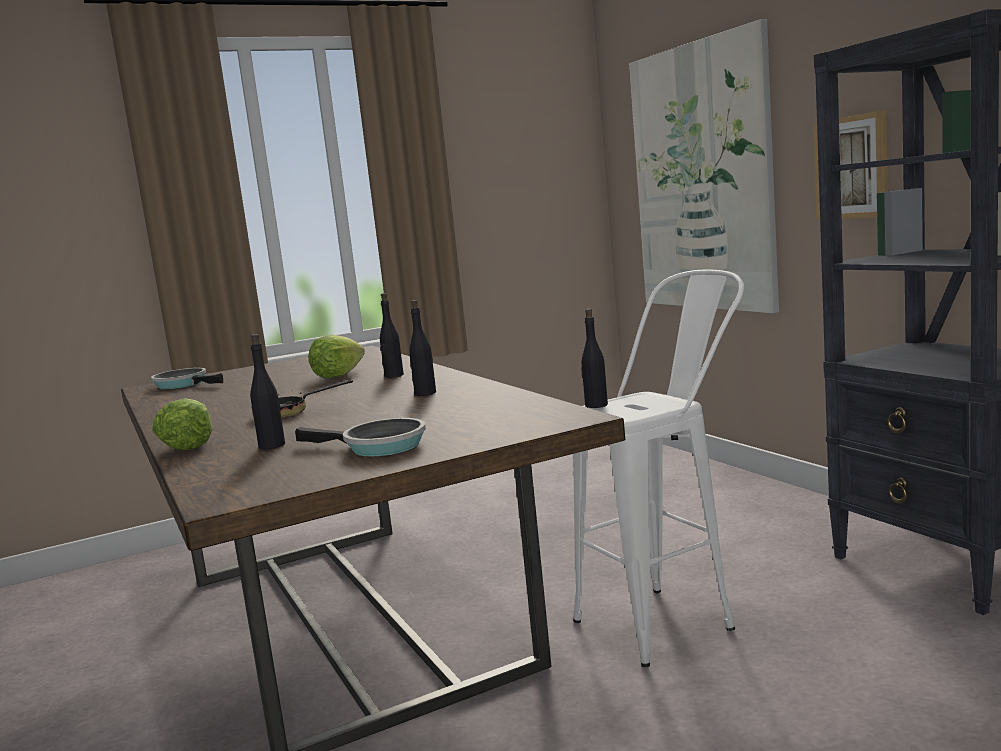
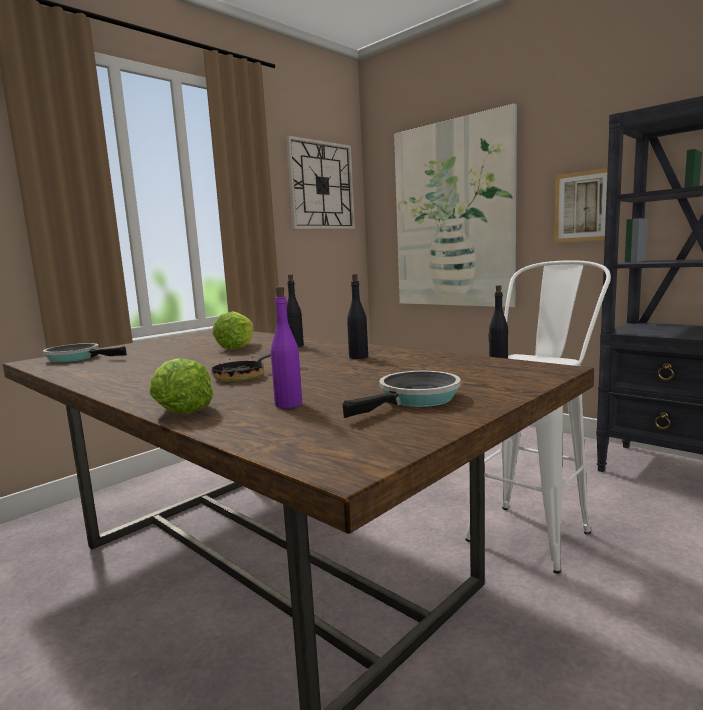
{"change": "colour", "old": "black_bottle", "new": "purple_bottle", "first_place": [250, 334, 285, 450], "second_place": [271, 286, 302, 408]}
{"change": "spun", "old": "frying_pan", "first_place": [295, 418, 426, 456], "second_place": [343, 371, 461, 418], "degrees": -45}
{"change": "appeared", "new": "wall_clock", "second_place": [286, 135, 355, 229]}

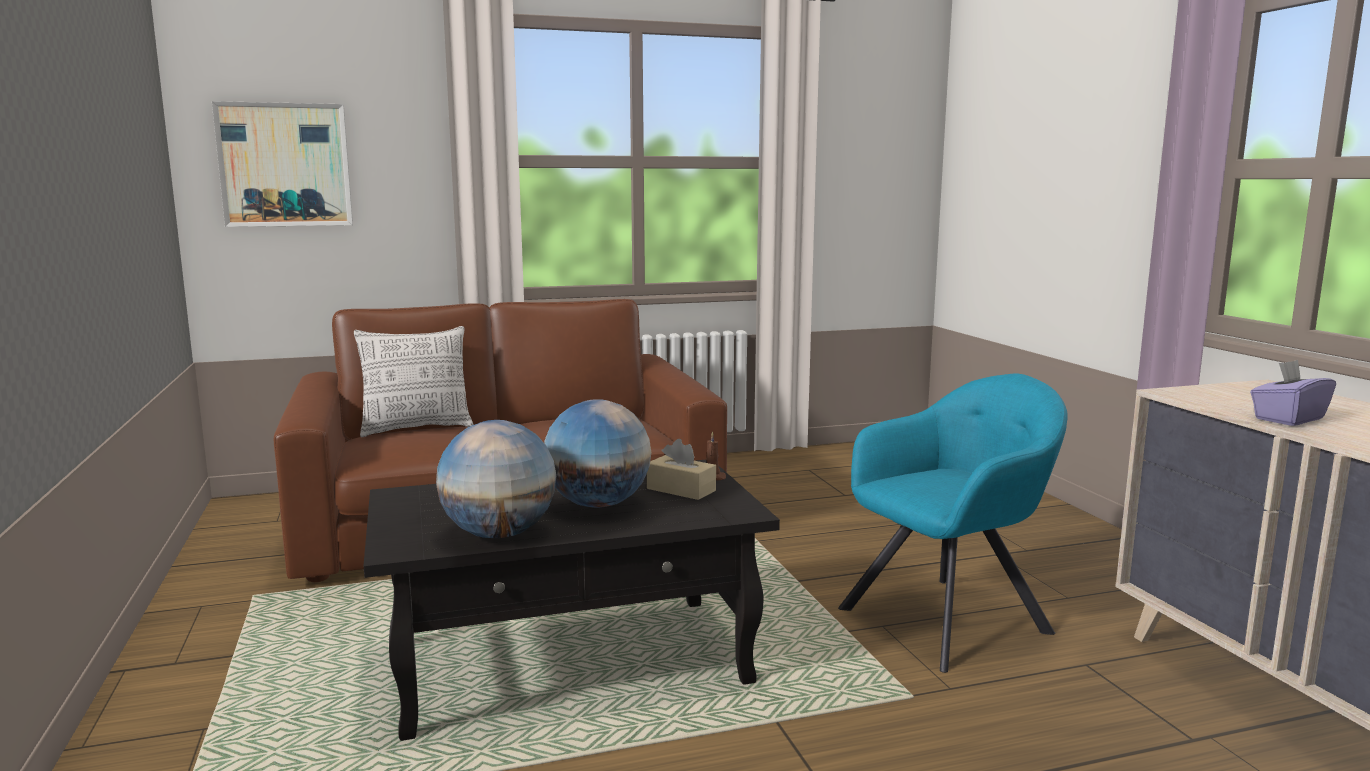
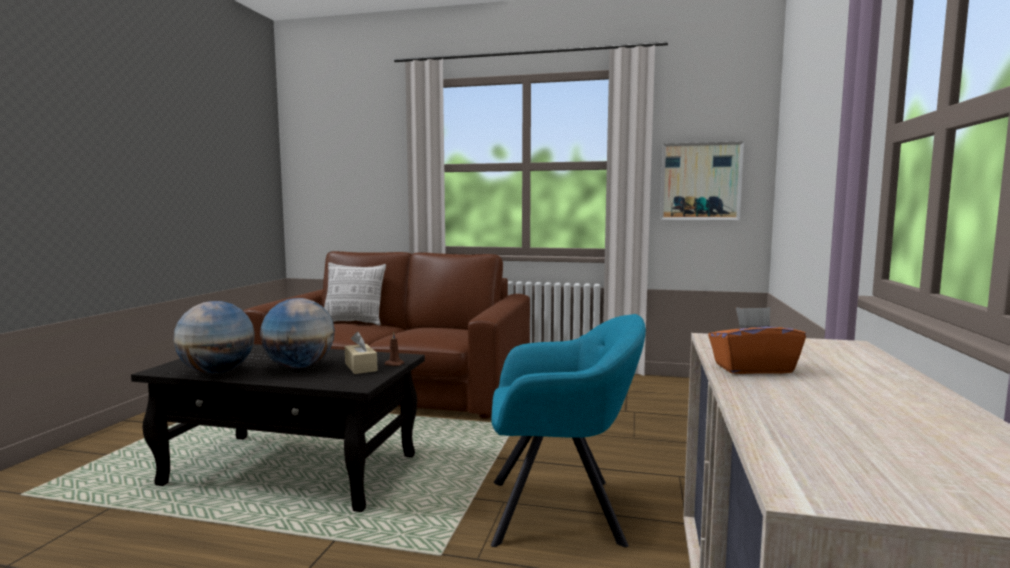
{"change": "relocated", "old": "picture", "first_place": [212, 101, 353, 227], "second_place": [660, 141, 744, 220]}
{"change": "colour", "old": "purple_tissue_box", "new": "orange_tissue_box", "first_place": [1250, 360, 1336, 426], "second_place": [708, 307, 806, 374]}

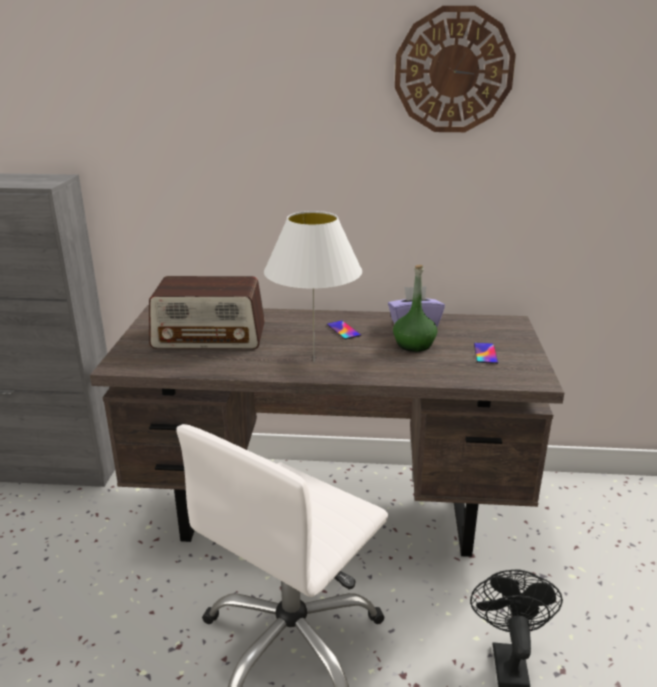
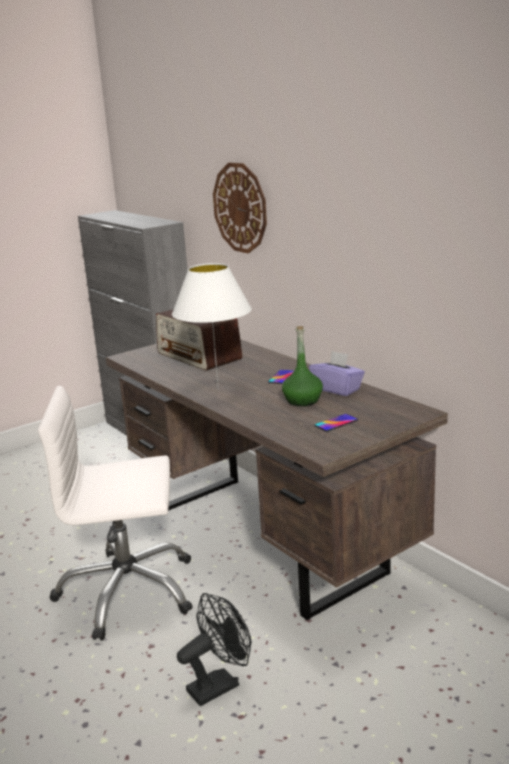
{"change": "relocated", "old": "wall_clock", "first_place": [395, 6, 516, 132], "second_place": [213, 163, 267, 253]}

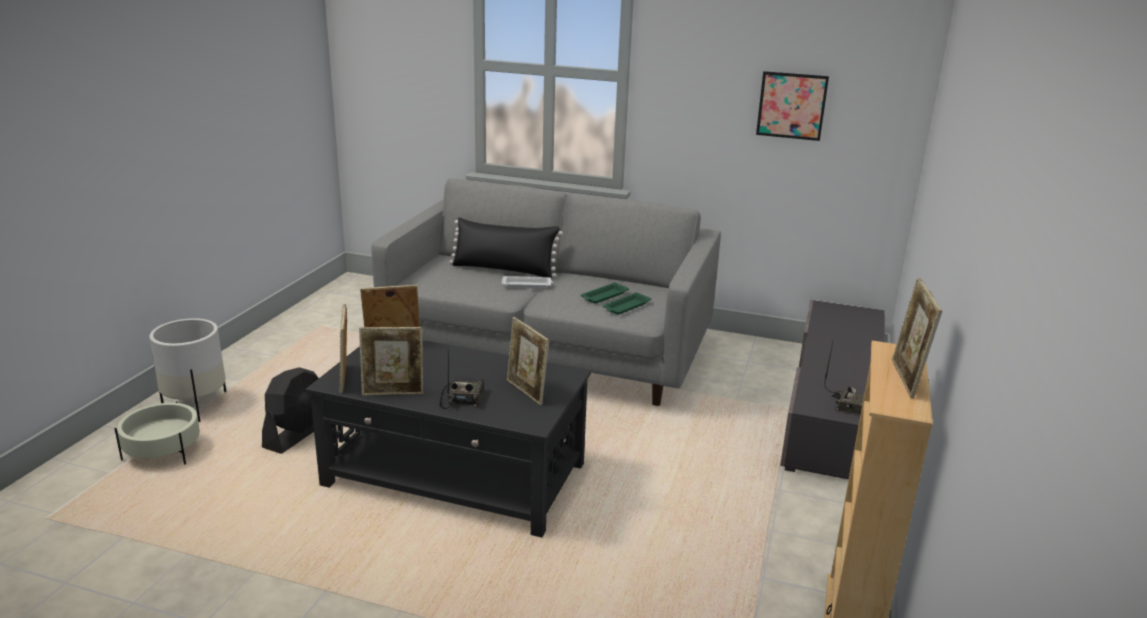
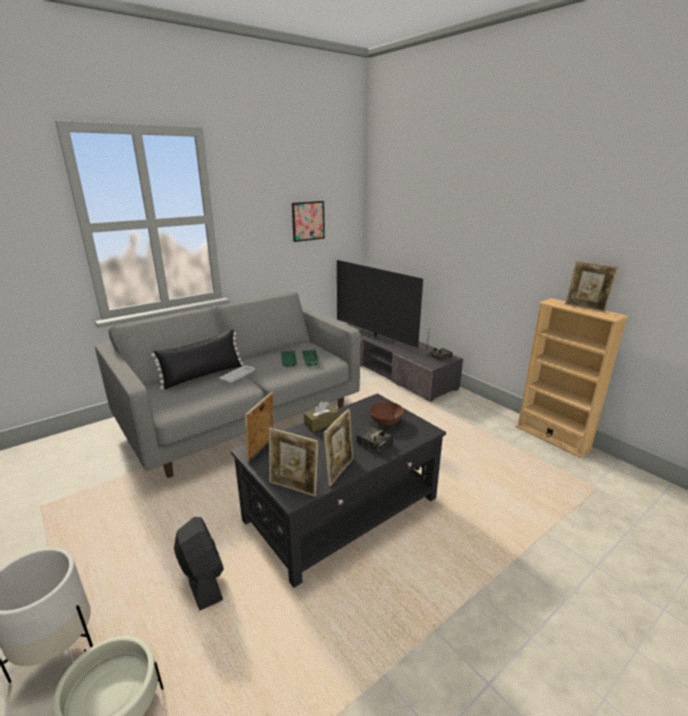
{"change": "exchanged", "old": "picture_frame", "new": "brown_bowl", "first_place": [507, 317, 549, 405], "second_place": [369, 402, 404, 425]}
{"change": "appeared", "new": "television", "second_place": [337, 260, 423, 348]}
{"change": "appeared", "new": "brown_tissue_box", "second_place": [304, 401, 339, 432]}

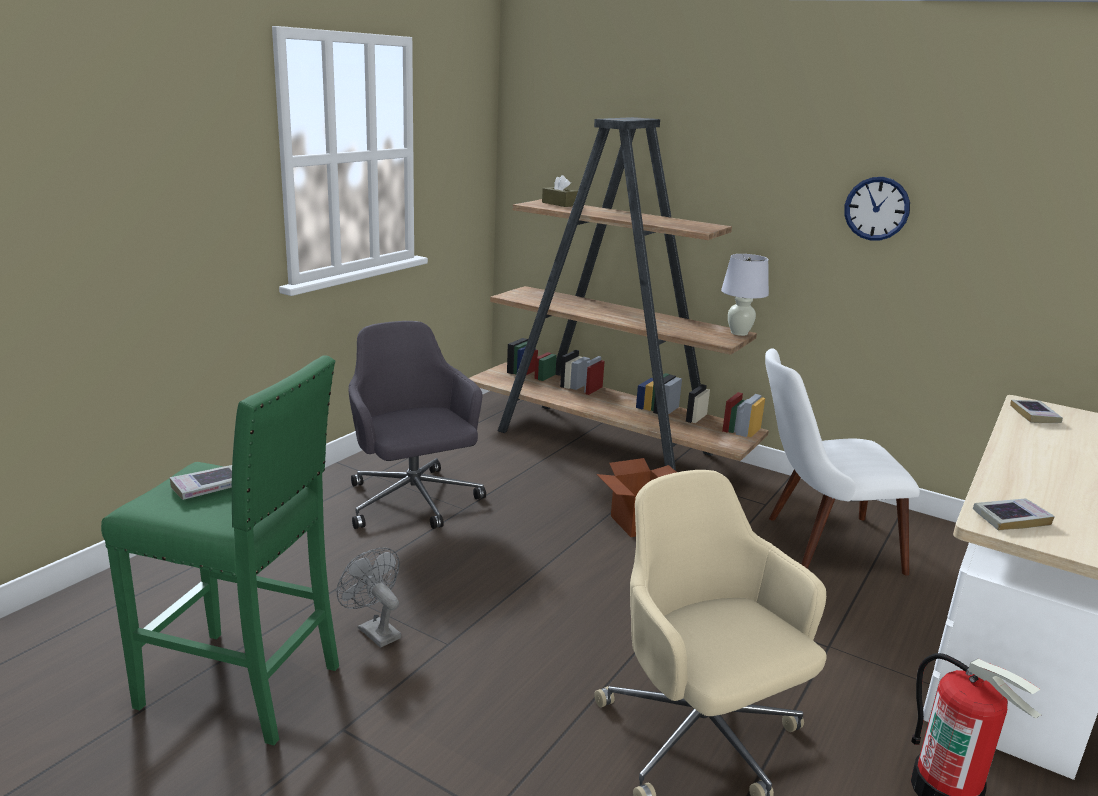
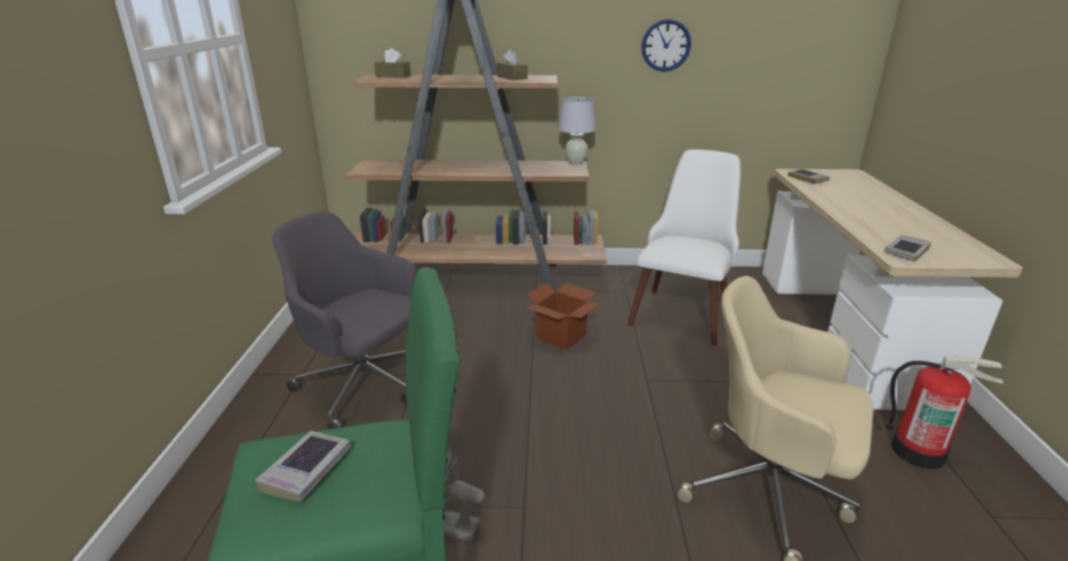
{"change": "spun", "old": "white_chair", "first_place": [765, 348, 920, 576], "second_place": [627, 150, 741, 345], "degrees": 150}
{"change": "appeared", "new": "brown_tissue_box", "second_place": [497, 49, 527, 80]}

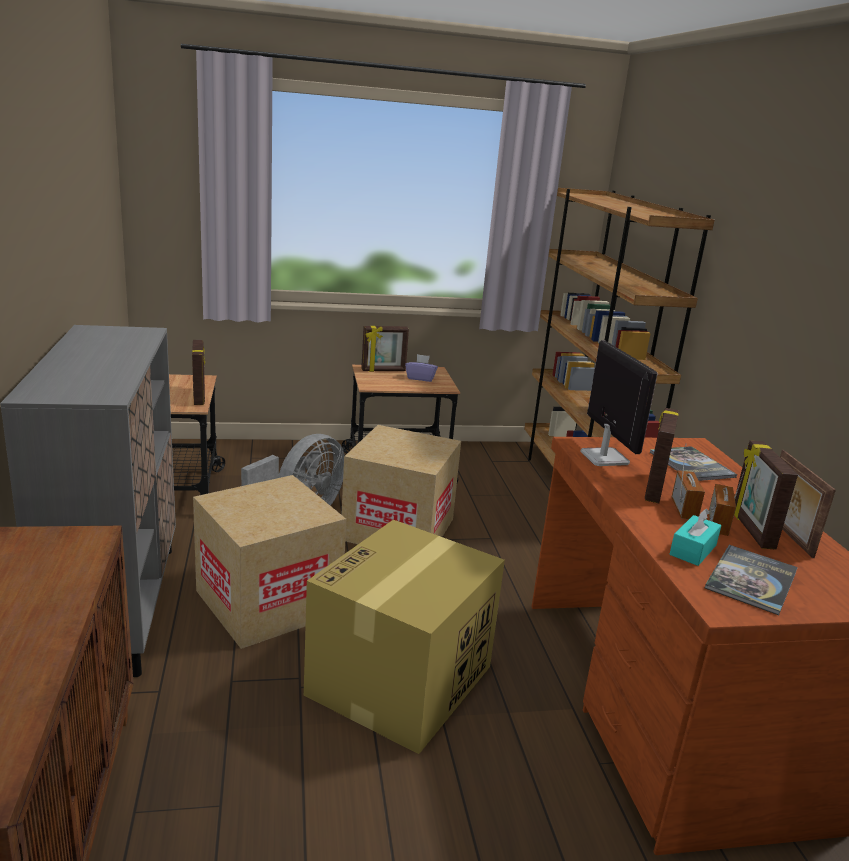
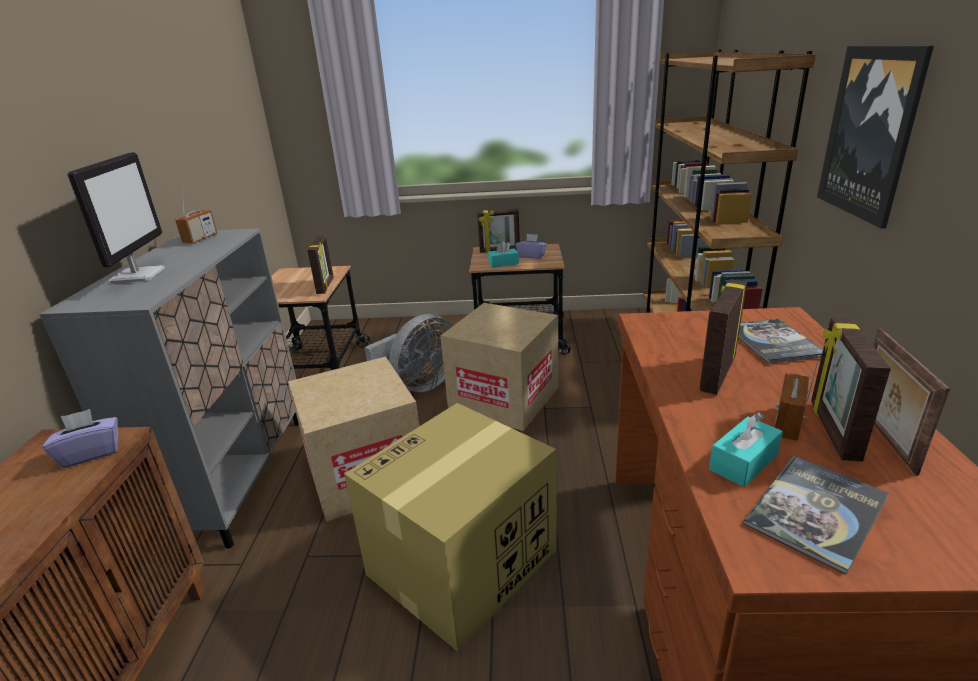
{"change": "relocated", "old": "monitor", "first_place": [580, 340, 658, 466], "second_place": [67, 152, 166, 284]}
{"change": "relocated", "old": "radio", "first_place": [672, 443, 705, 519], "second_place": [175, 185, 217, 244]}
{"change": "appeared", "new": "picture", "second_place": [817, 46, 934, 229]}
{"change": "appeared", "new": "turquoise_tissue_box", "second_place": [488, 241, 519, 268]}
{"change": "appeared", "new": "purple_tissue_box", "second_place": [42, 409, 118, 468]}

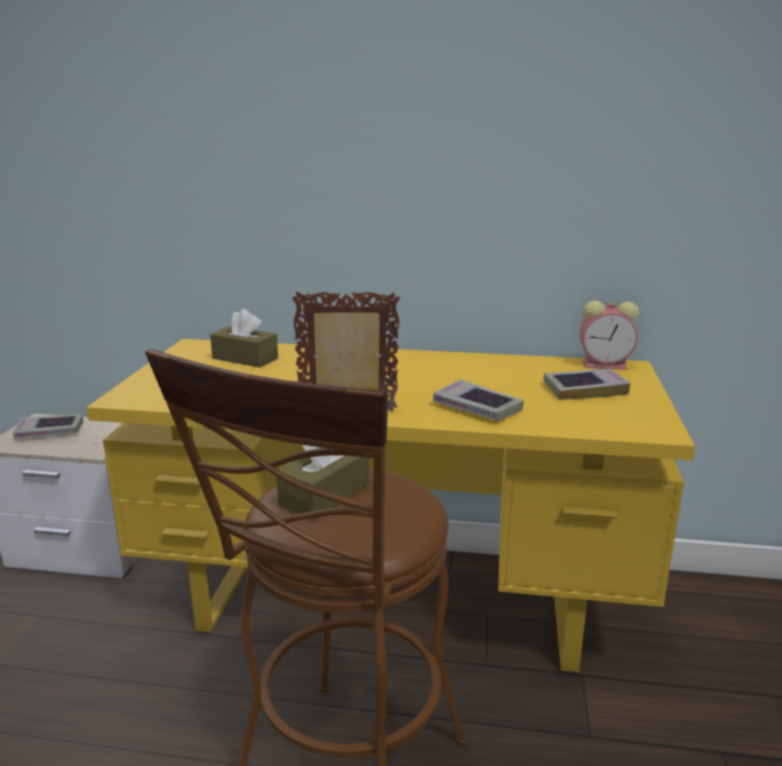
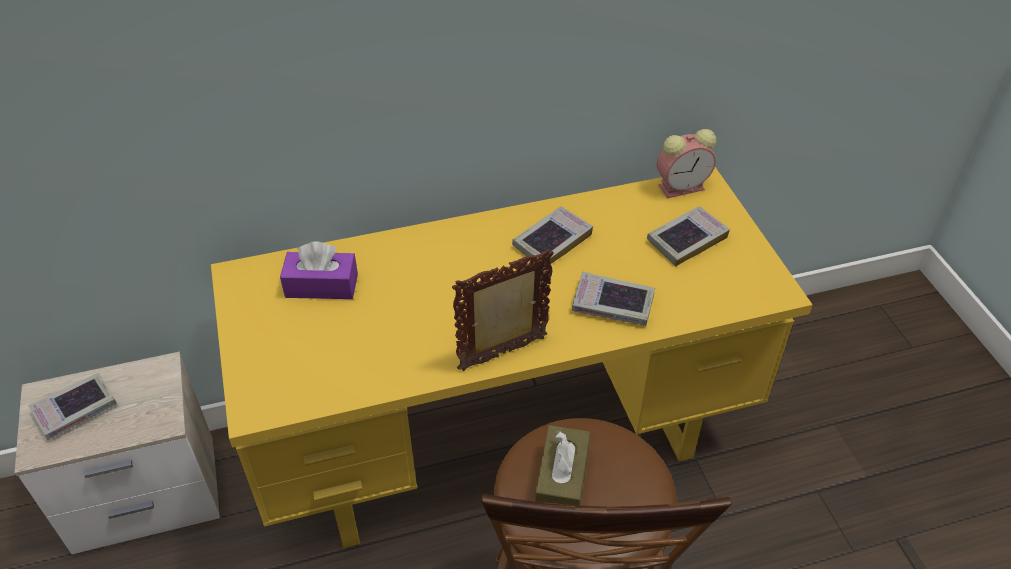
{"change": "colour", "old": "brown_tissue_box", "new": "purple_tissue_box", "first_place": [210, 309, 278, 367], "second_place": [280, 241, 358, 299]}
{"change": "appeared", "new": "book", "second_place": [512, 207, 593, 264]}

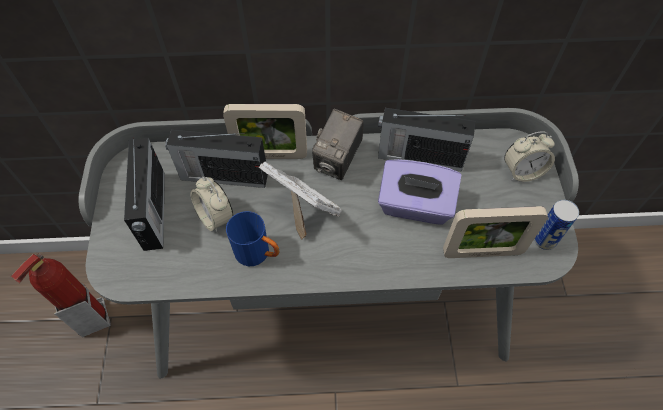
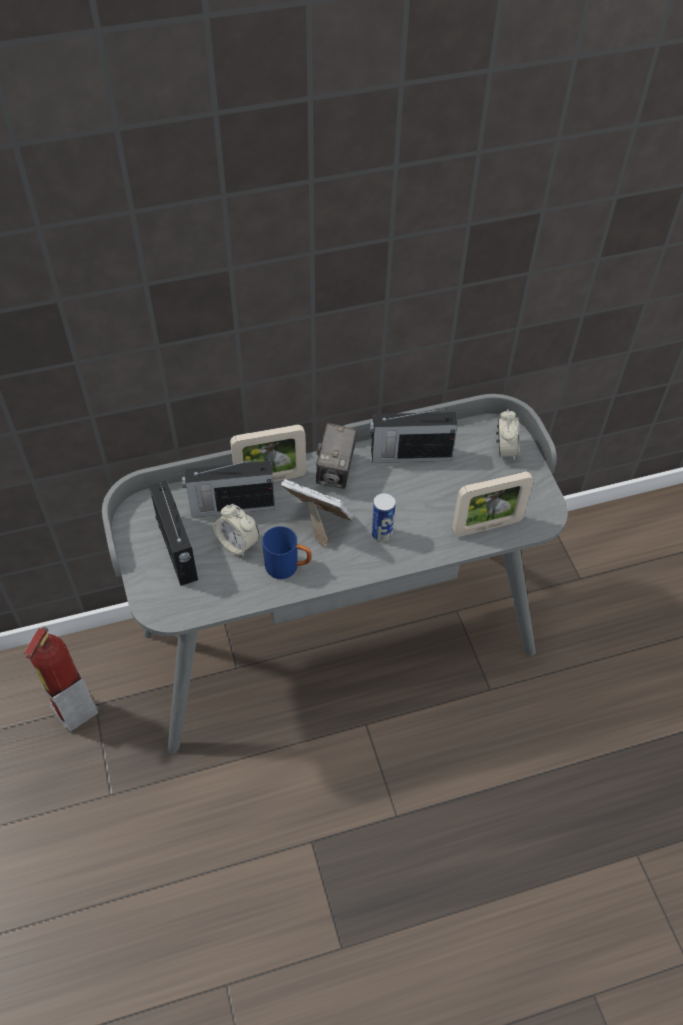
{"change": "spun", "old": "alarm_clock", "first_place": [504, 132, 555, 182], "second_place": [496, 409, 520, 461], "degrees": -60}
{"change": "missing", "old": "purple_tissue_box", "first_place": [378, 159, 462, 225]}
{"change": "relocated", "old": "can", "first_place": [534, 200, 579, 250], "second_place": [371, 493, 396, 542]}

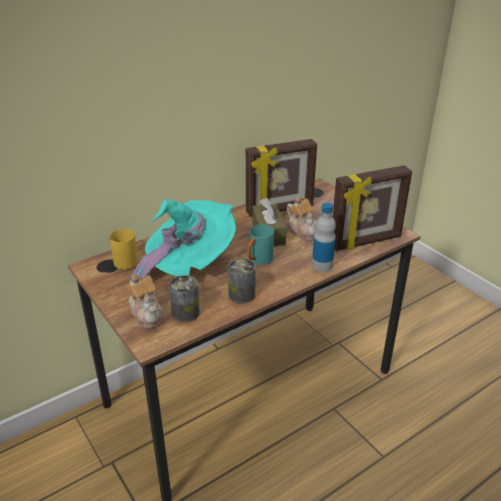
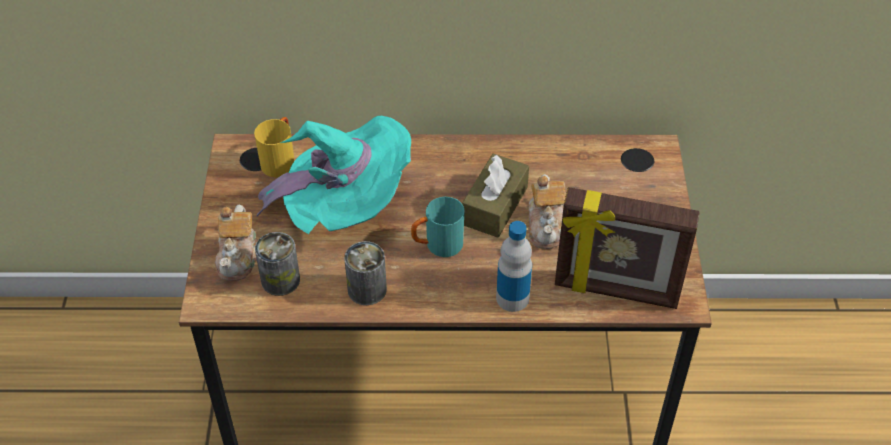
{"change": "missing", "old": "picture_frame", "first_place": [246, 139, 317, 217]}

